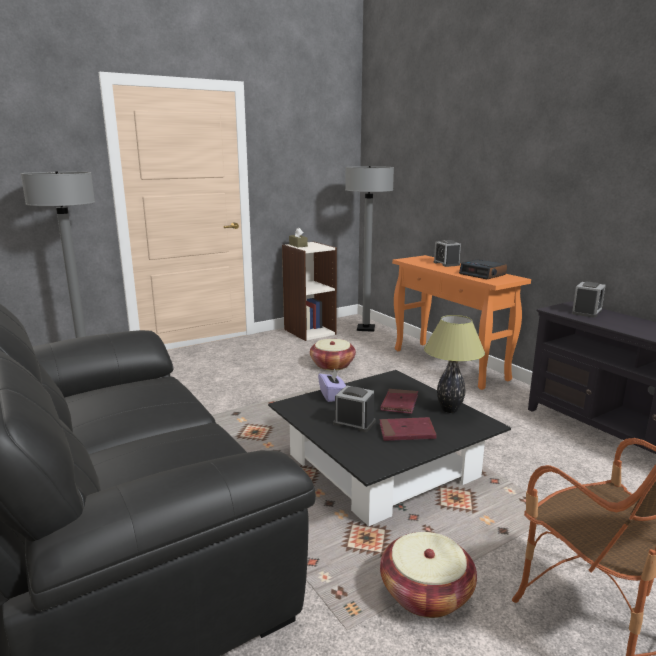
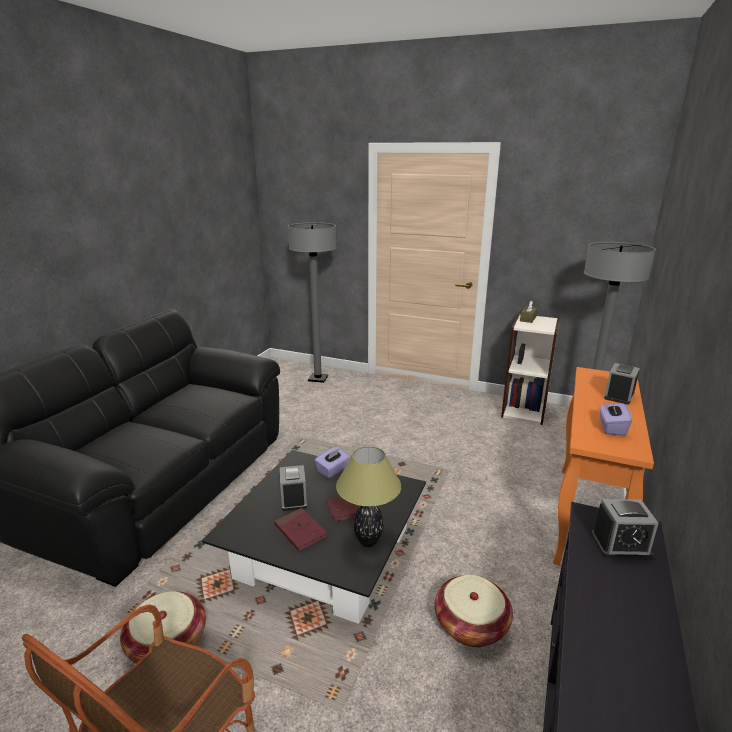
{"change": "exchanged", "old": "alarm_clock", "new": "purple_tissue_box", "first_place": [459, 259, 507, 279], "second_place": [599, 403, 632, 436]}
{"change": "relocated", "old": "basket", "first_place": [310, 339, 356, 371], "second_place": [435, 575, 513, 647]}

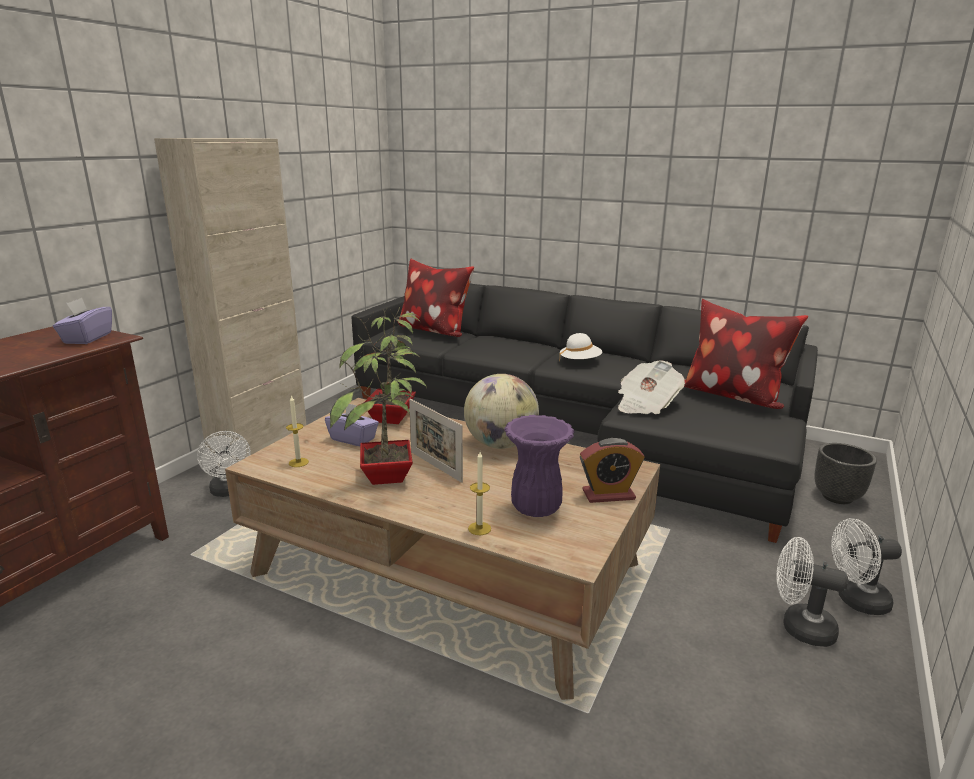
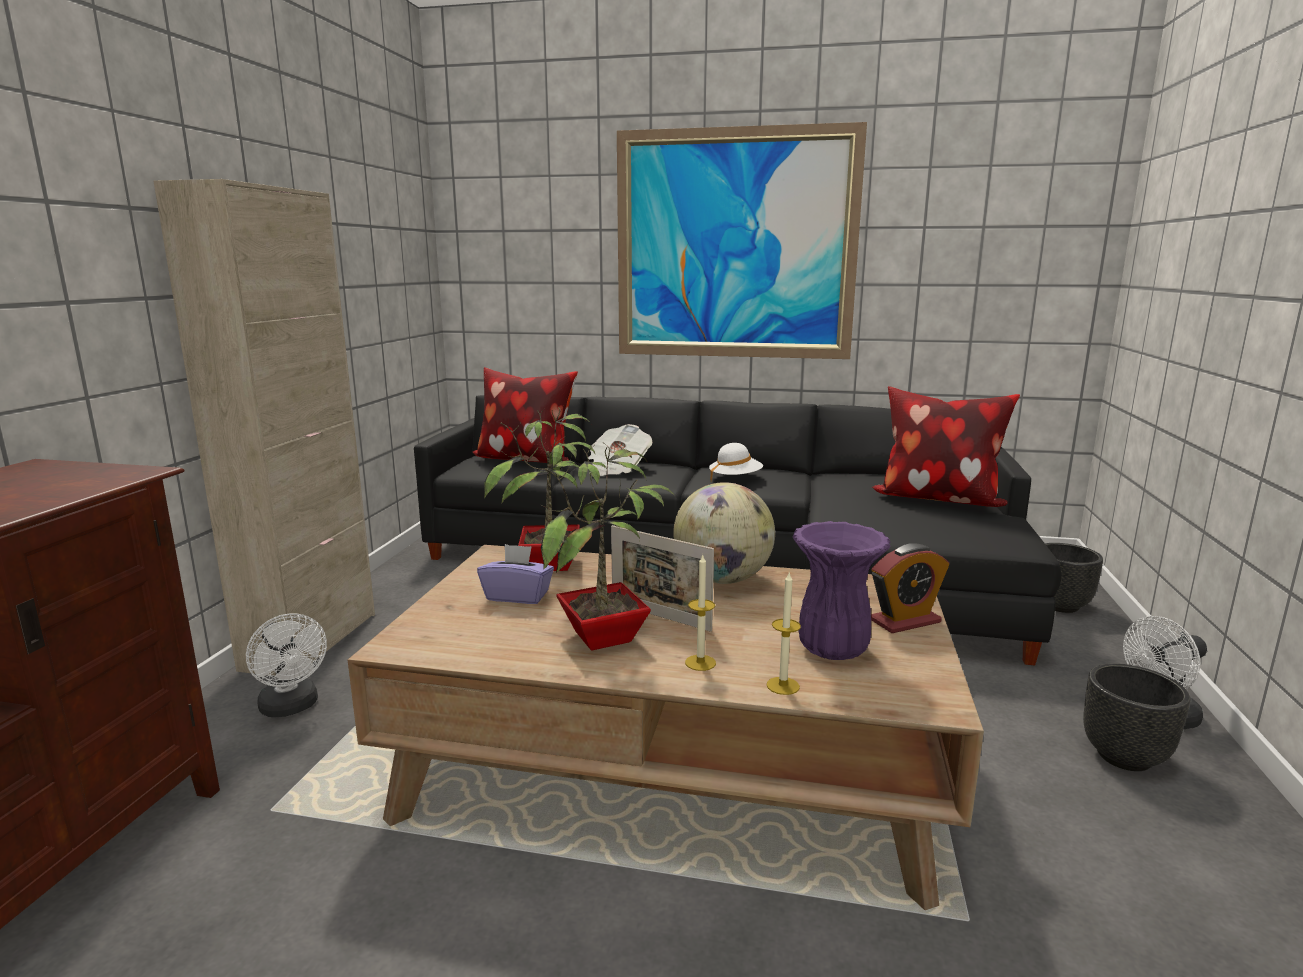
{"change": "missing", "old": "purple_tissue_box", "first_place": [53, 298, 112, 344]}
{"change": "relocated", "old": "newspaper", "first_place": [618, 360, 685, 414], "second_place": [588, 424, 652, 476]}
{"change": "relocated", "old": "candle", "first_place": [286, 395, 309, 467], "second_place": [685, 554, 716, 671]}
{"change": "exchanged", "old": "white_fan", "new": "black_planter", "first_place": [776, 537, 848, 647], "second_place": [1083, 663, 1190, 771]}
{"change": "appeared", "new": "picture", "second_place": [617, 122, 867, 359]}

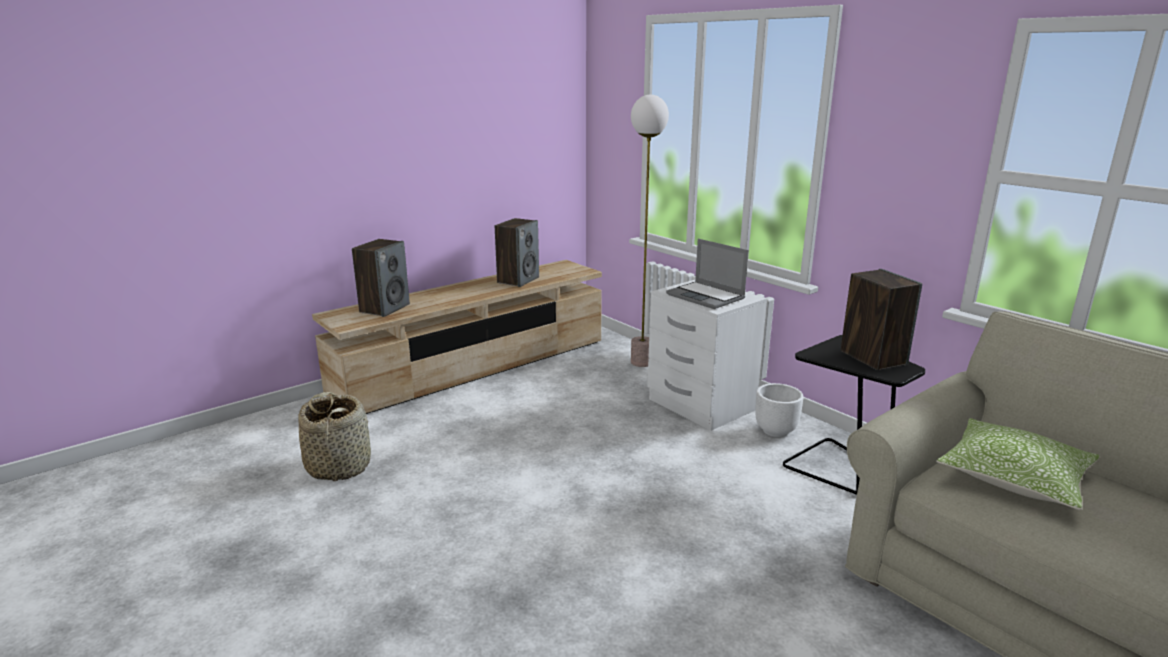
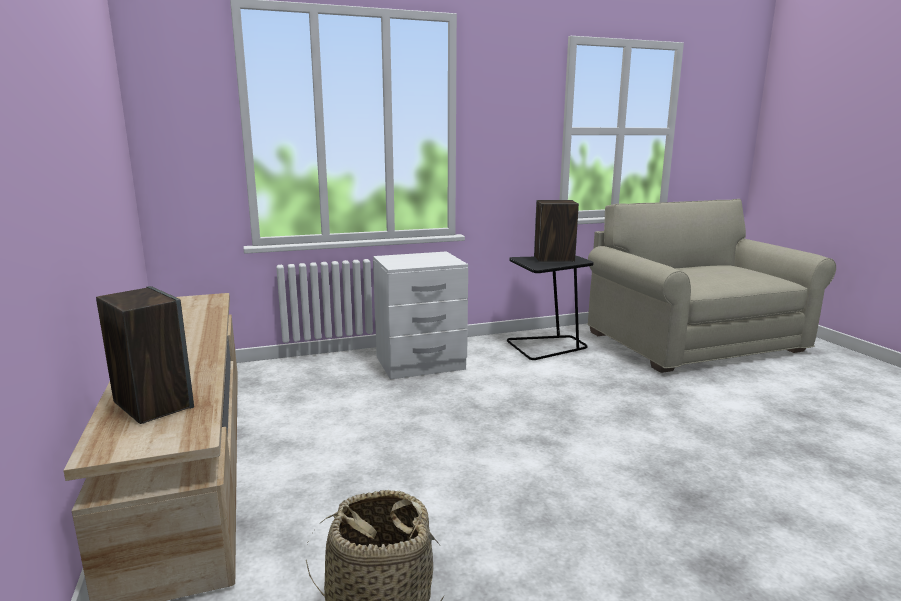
{"change": "missing", "old": "floor_lamp", "first_place": [631, 95, 669, 367]}
{"change": "missing", "old": "speaker", "first_place": [495, 218, 539, 287]}
{"change": "missing", "old": "laptop", "first_place": [666, 239, 749, 309]}
{"change": "missing", "old": "white_planter", "first_place": [755, 383, 803, 437]}
{"change": "missing", "old": "pillow", "first_place": [936, 418, 1099, 510]}

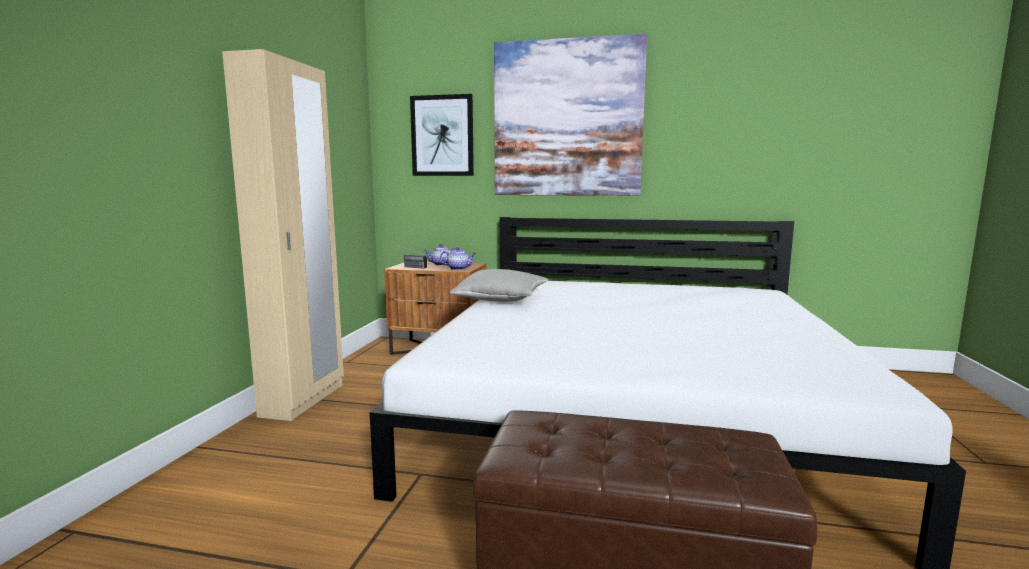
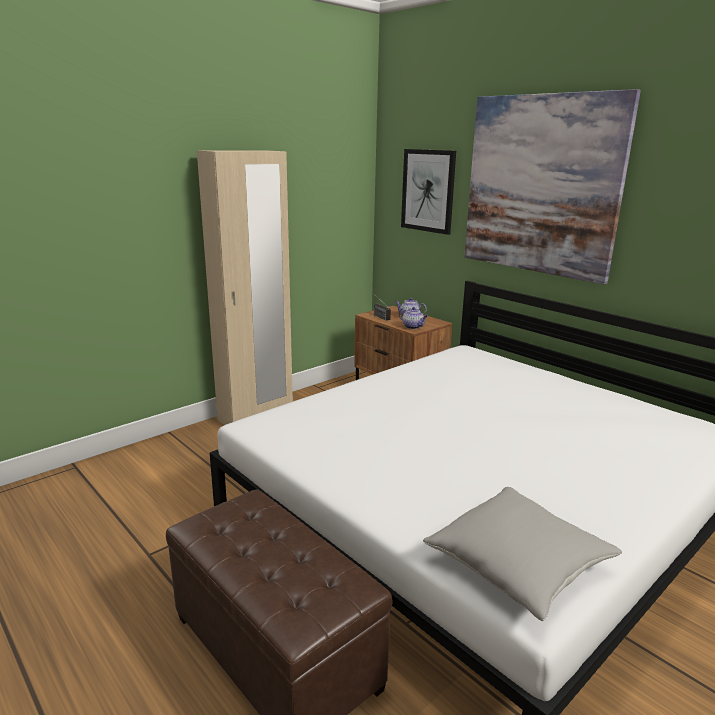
{"change": "relocated", "old": "grey_pillow", "first_place": [449, 269, 548, 302], "second_place": [423, 487, 622, 621]}

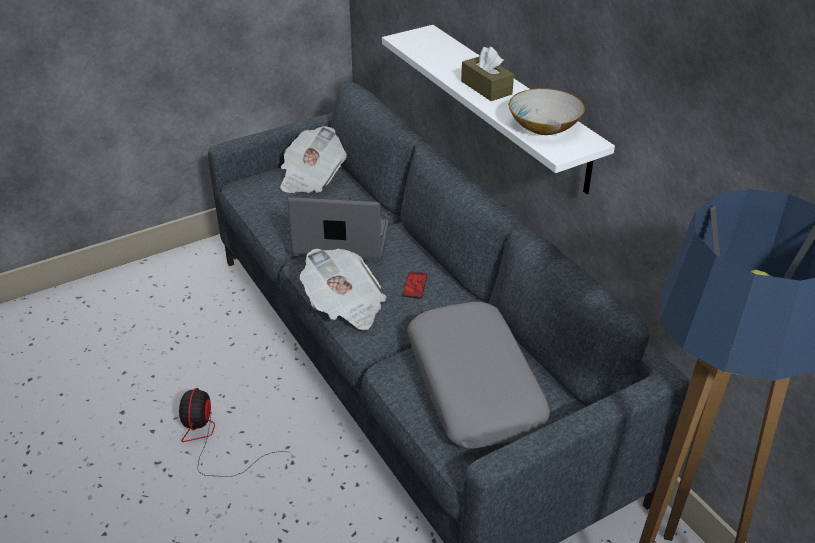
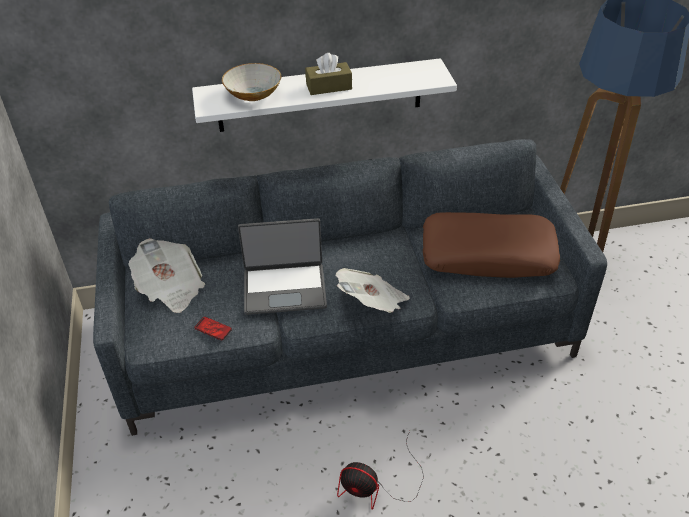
{"change": "relocated", "old": "bowl", "first_place": [508, 88, 585, 135], "second_place": [222, 63, 281, 101]}
{"change": "spun", "old": "laptop", "first_place": [287, 197, 389, 261], "second_place": [238, 218, 327, 315], "degrees": -120}
{"change": "relocated", "old": "phone", "first_place": [403, 272, 427, 298], "second_place": [194, 317, 232, 340]}
{"change": "colour", "old": "grey_pillow", "new": "brown_pillow", "first_place": [407, 302, 550, 449], "second_place": [423, 212, 560, 278]}

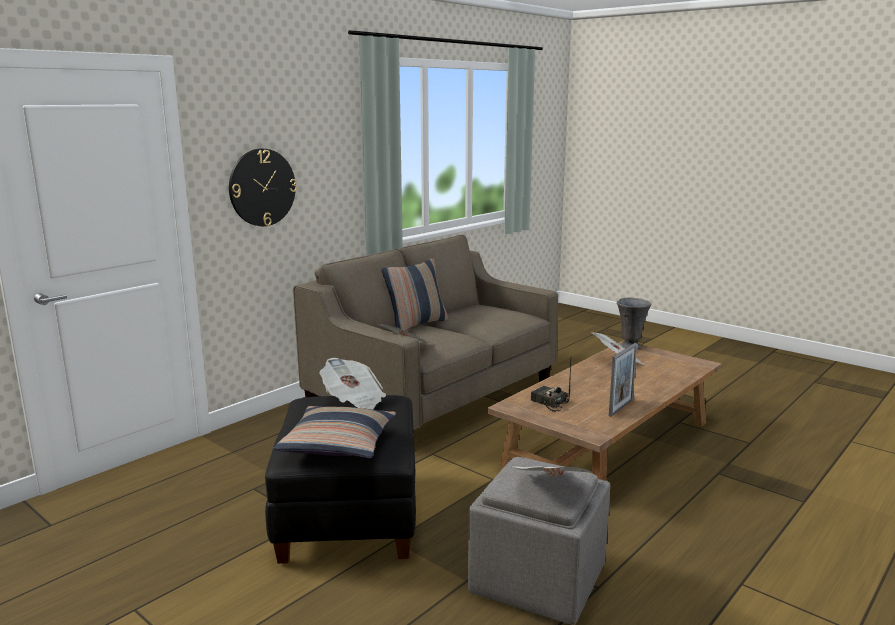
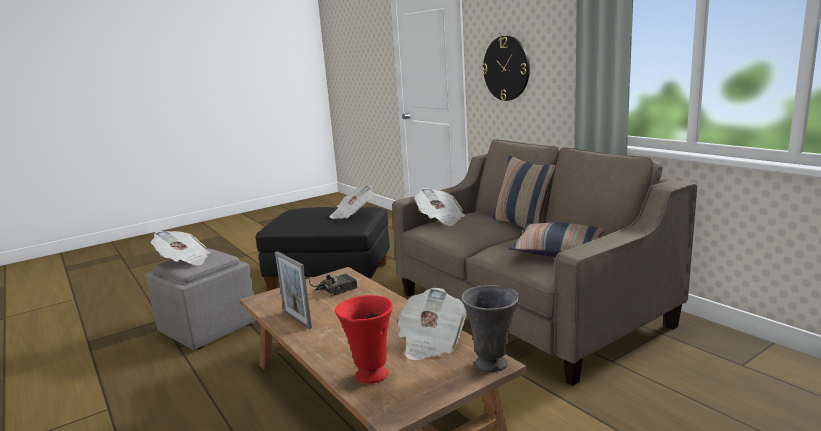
{"change": "relocated", "old": "pillow", "first_place": [273, 406, 396, 458], "second_place": [508, 222, 604, 257]}
{"change": "appeared", "new": "red_vase", "second_place": [335, 295, 393, 384]}

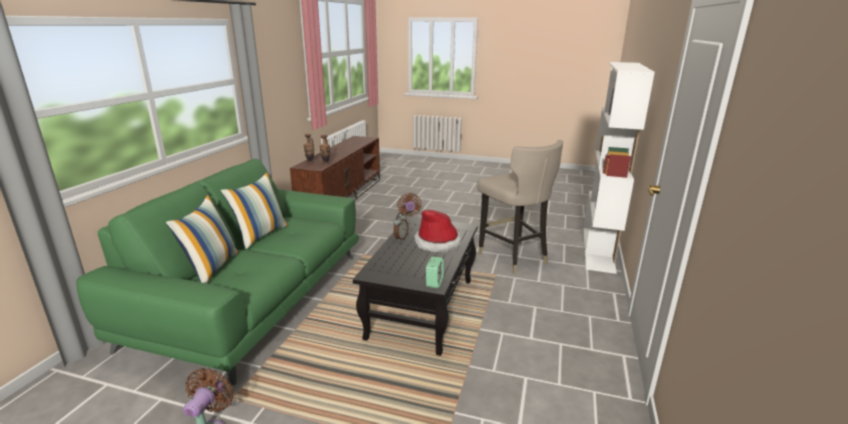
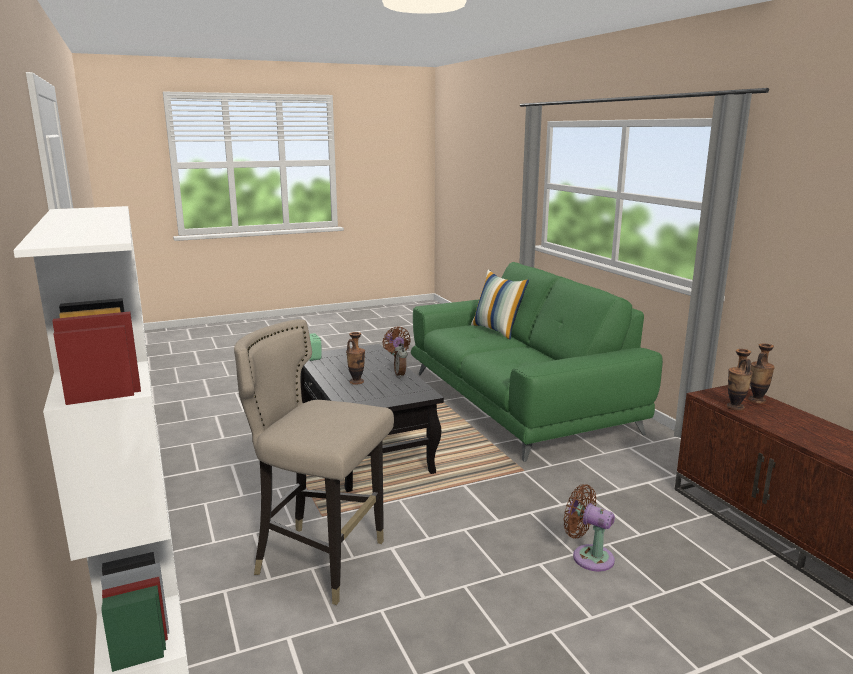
{"change": "missing", "old": "pillow", "first_place": [221, 172, 289, 249]}
{"change": "exchanged", "old": "hat", "new": "vase", "first_place": [414, 210, 462, 253], "second_place": [346, 332, 365, 385]}

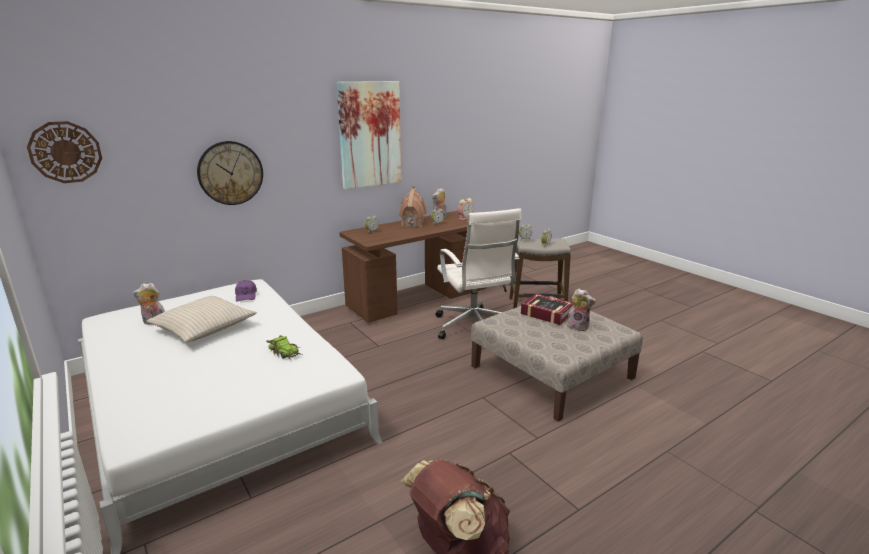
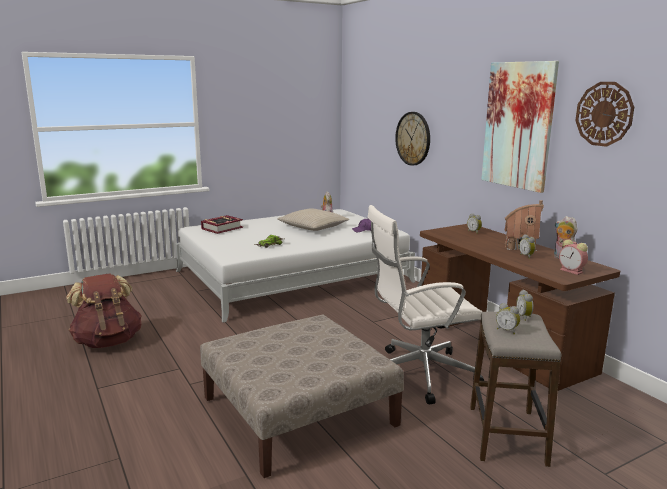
{"change": "relocated", "old": "wall_clock", "first_place": [27, 121, 102, 183], "second_place": [575, 82, 634, 147]}
{"change": "missing", "old": "plush_toy", "first_place": [567, 289, 596, 331]}
{"change": "relocated", "old": "book", "first_place": [521, 293, 573, 325], "second_place": [201, 215, 243, 234]}

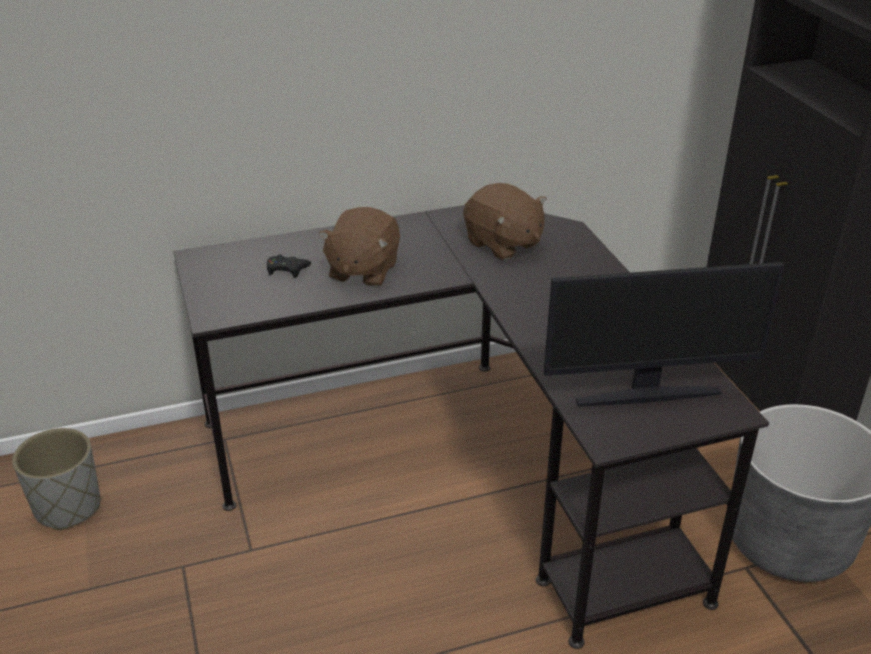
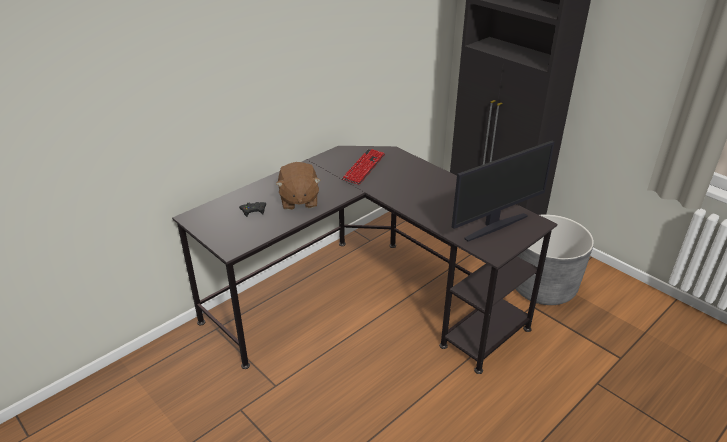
{"change": "exchanged", "old": "brown_plush_toy", "new": "keyboard", "first_place": [463, 183, 547, 260], "second_place": [342, 149, 385, 185]}
{"change": "missing", "old": "grey_planter", "first_place": [12, 428, 100, 530]}

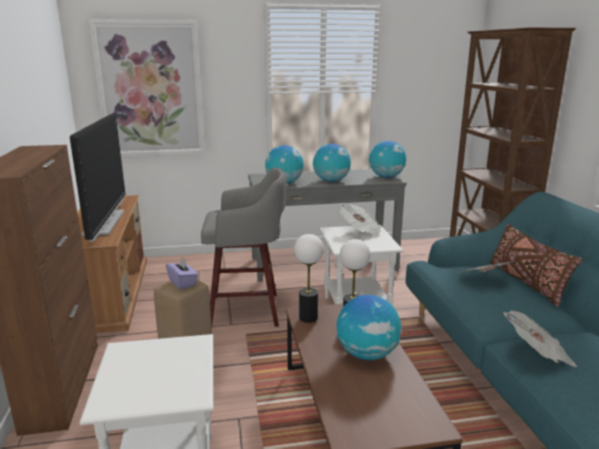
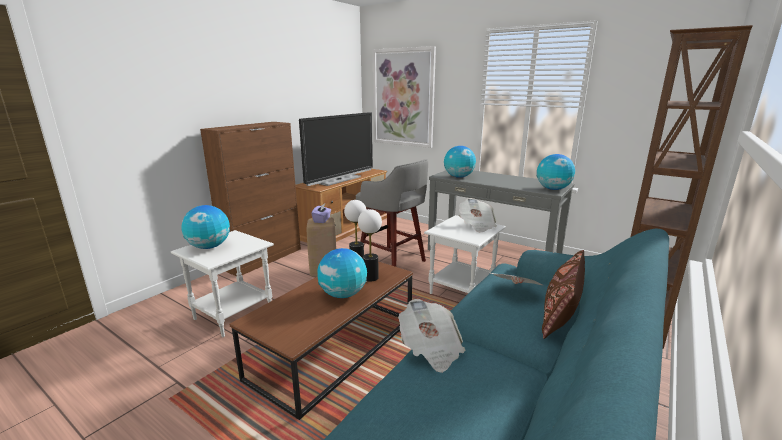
{"change": "relocated", "old": "globe", "first_place": [313, 144, 351, 182], "second_place": [181, 205, 230, 249]}

